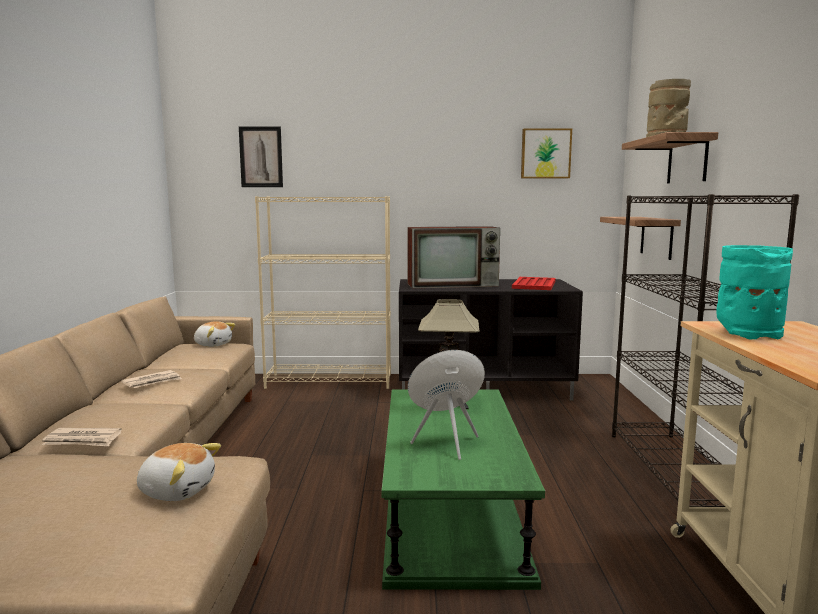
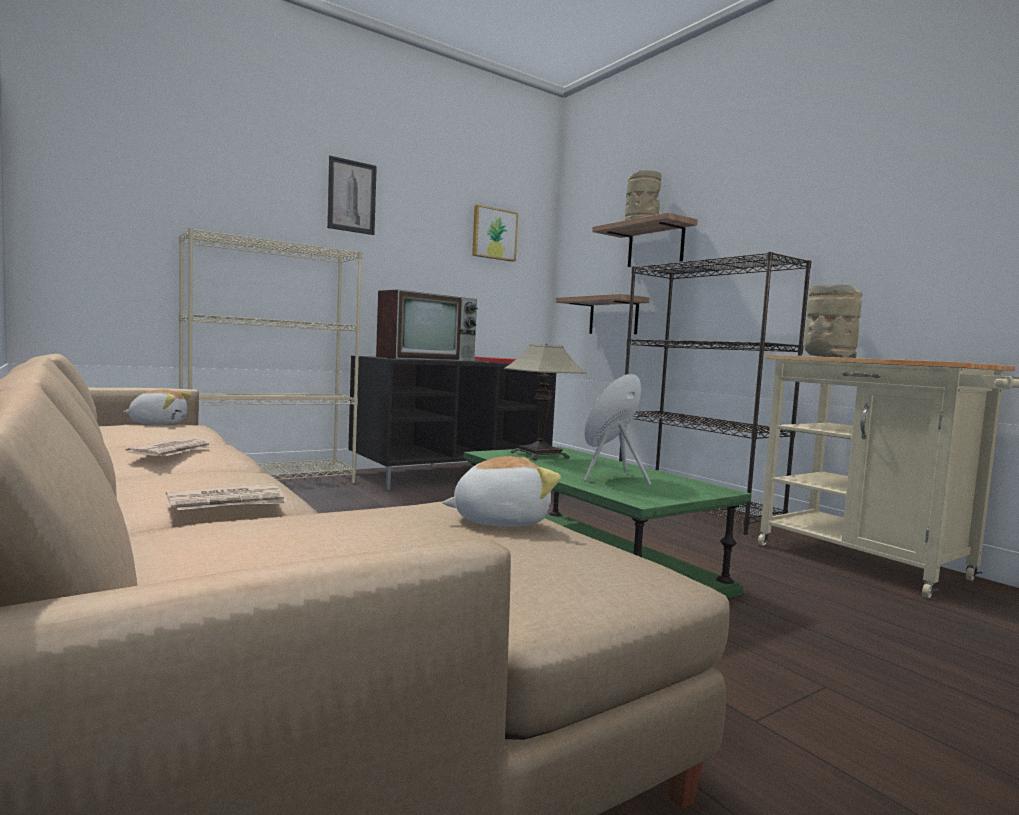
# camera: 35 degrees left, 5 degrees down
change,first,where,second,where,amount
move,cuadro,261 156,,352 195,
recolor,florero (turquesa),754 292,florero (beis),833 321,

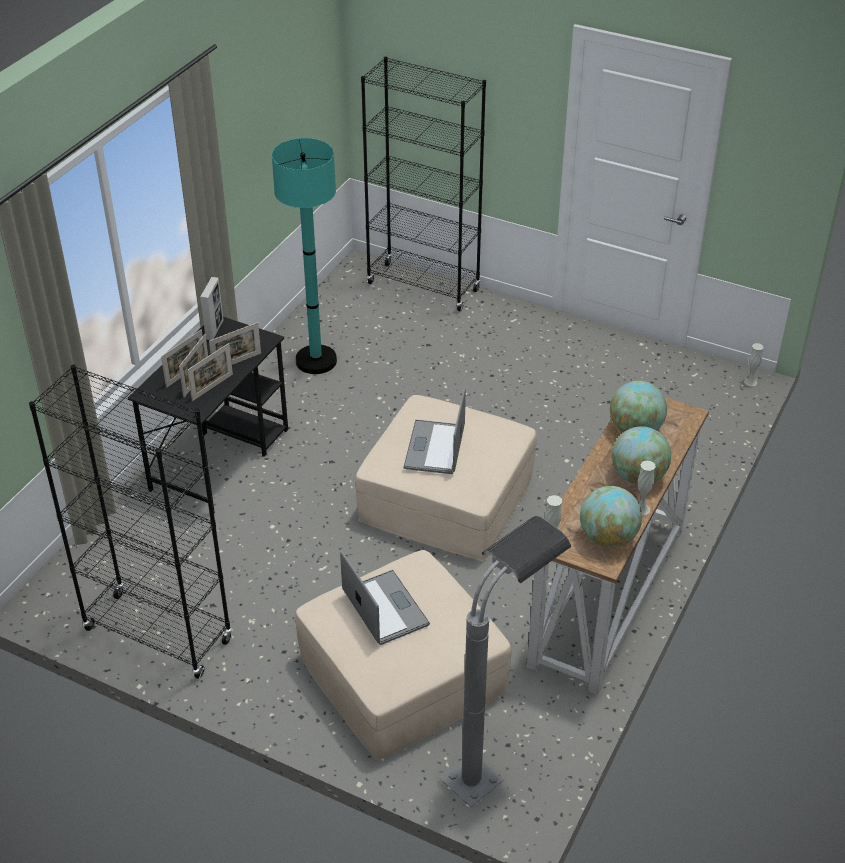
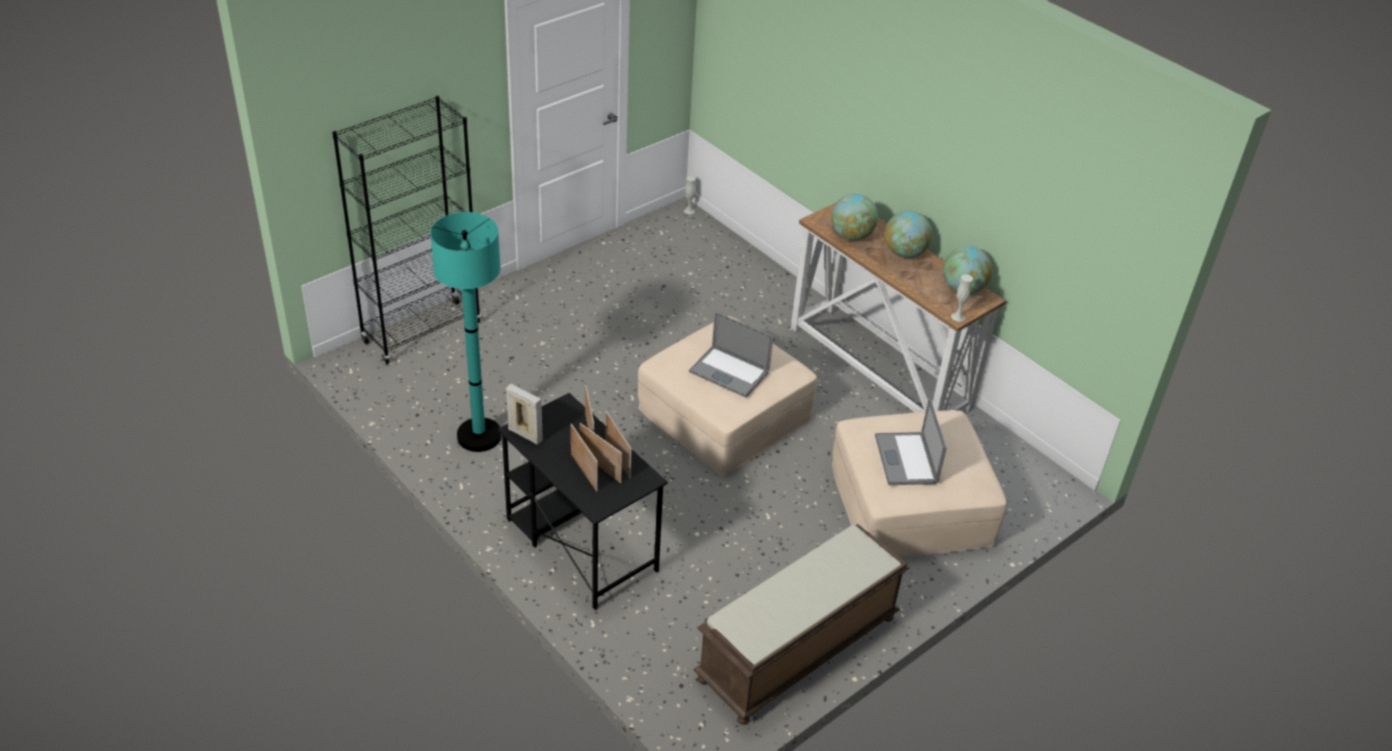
# camera: 70 degrees left, 0 degrees up
change,first,where,second,where,amount
replace,estantería (negro),130 522,banco (marrón),802 624,
delete,florero (blanco),647 488,,,
delete,lámpara de pie (gris),505 661,,,
rotate,portátil,385 598,,910 441,90 degrees counterclockwise

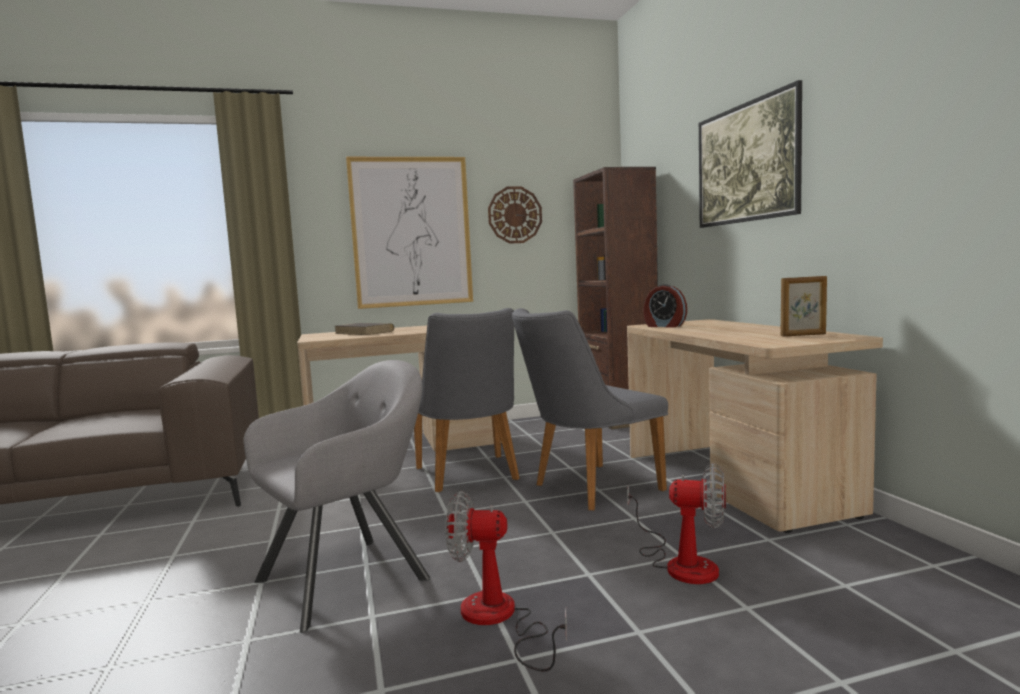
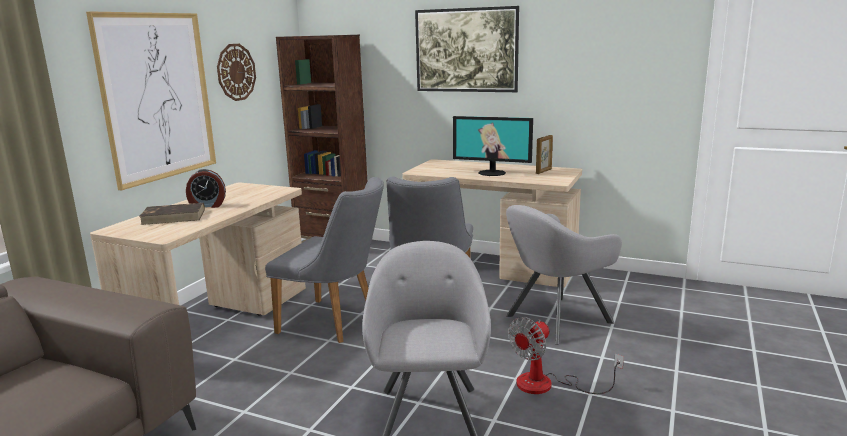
# camera: 50 degrees left, 10 degrees up
change,first,where,second,where,amount
move,despertador,665 306,,206 188,
replace,ventilador,676 523,sillón (gris),564 275,
insert,,,monitor,493 146,

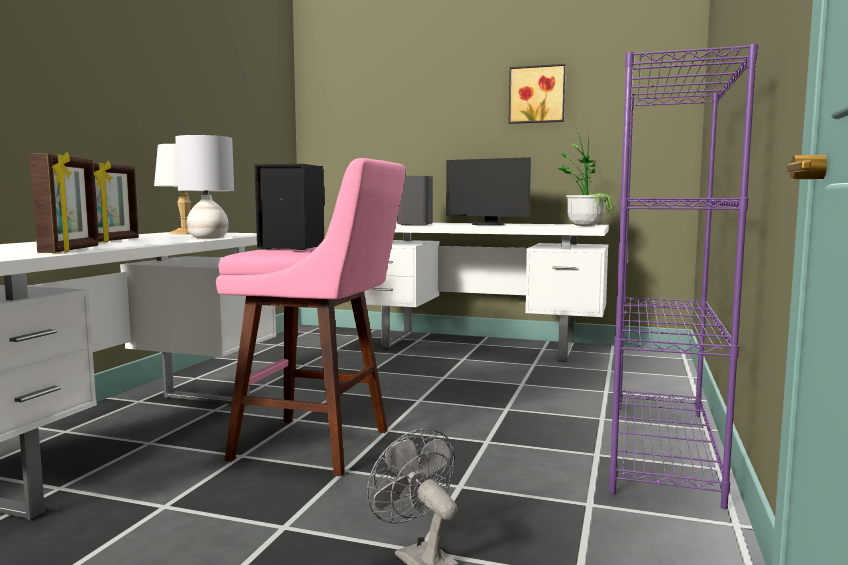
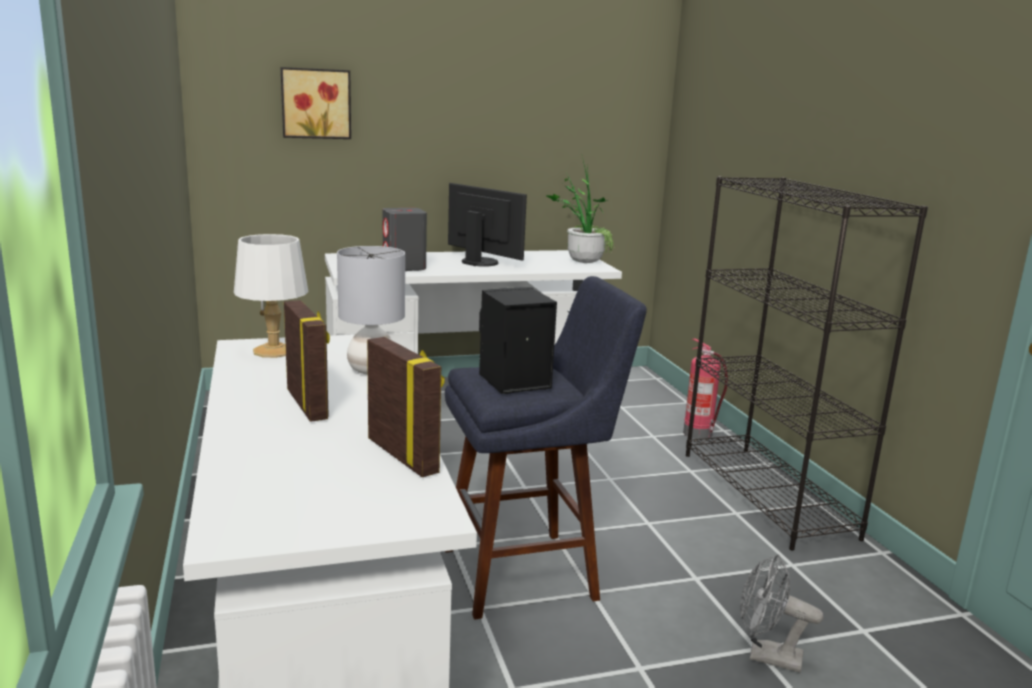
# camera: 35 degrees left, 10 degrees up
change,first,where,second,where,amount
recolor,estantería (morado),683 276,estantería (negro),807 363,
move,cuadro,537 94,,315 103,
rotate,monitor,488 191,,487 225,135 degrees counterclockwise
recolor,taburete (rosa),311 317,taburete (azul),546 448,
insert,,,extintor,705 388,

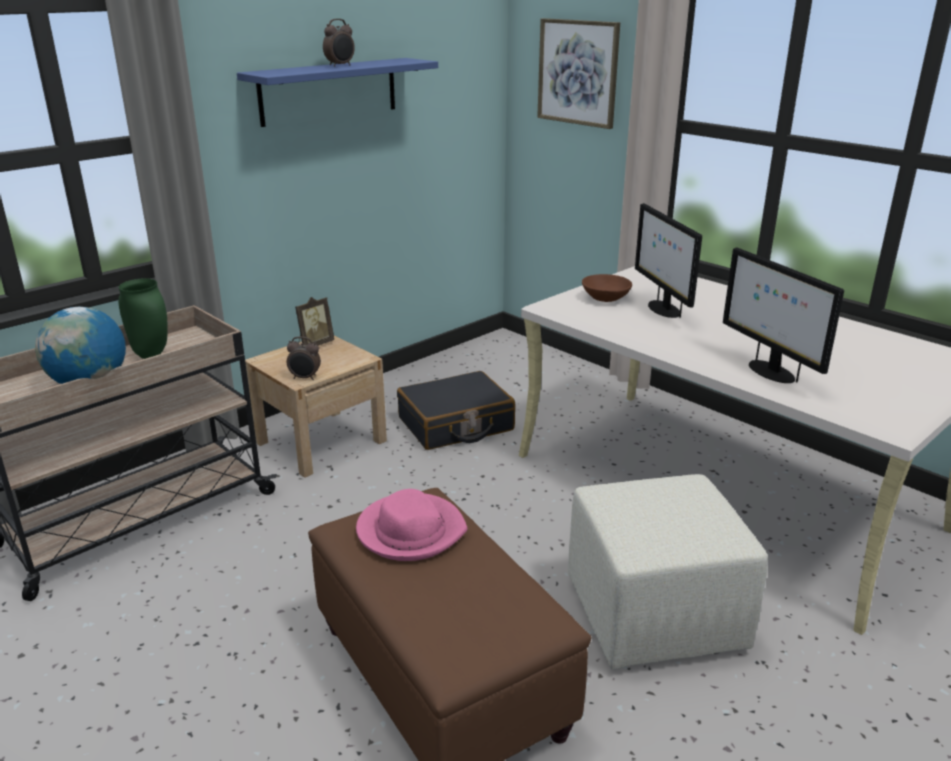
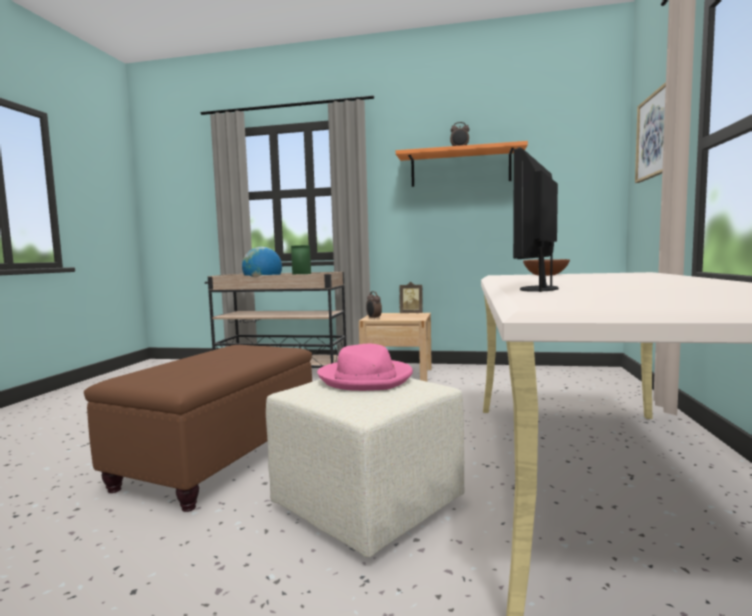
# camera: 55 degrees right, 20 degrees down
change,first,where,second,where,amount
recolor,estante (azul),337 92,estante (naranja),462 164,
delete,monitor,668 260,,,
delete,maleta (negro),456 410,,,
move,sombrero (rosa),411 525,,365 367,

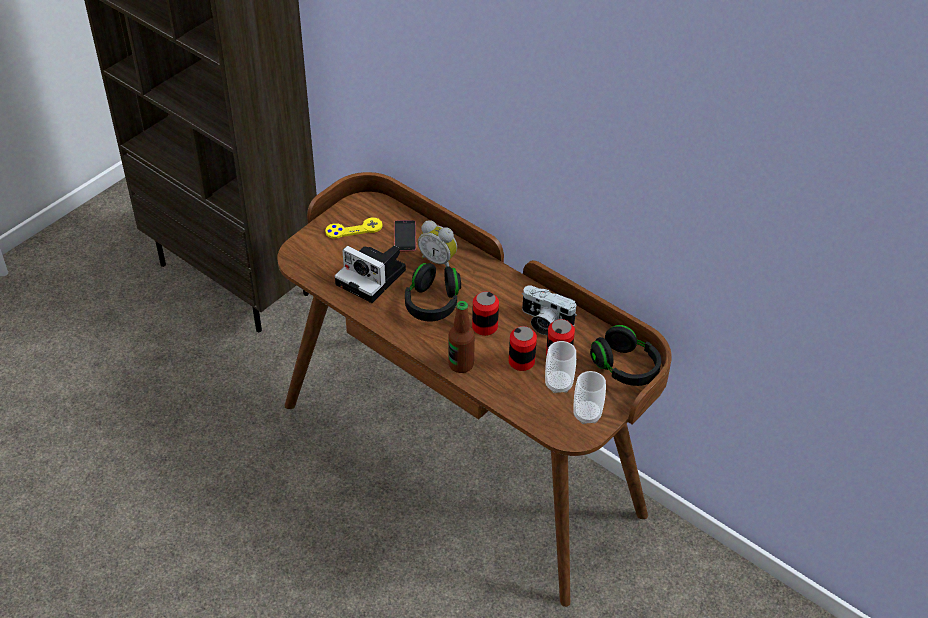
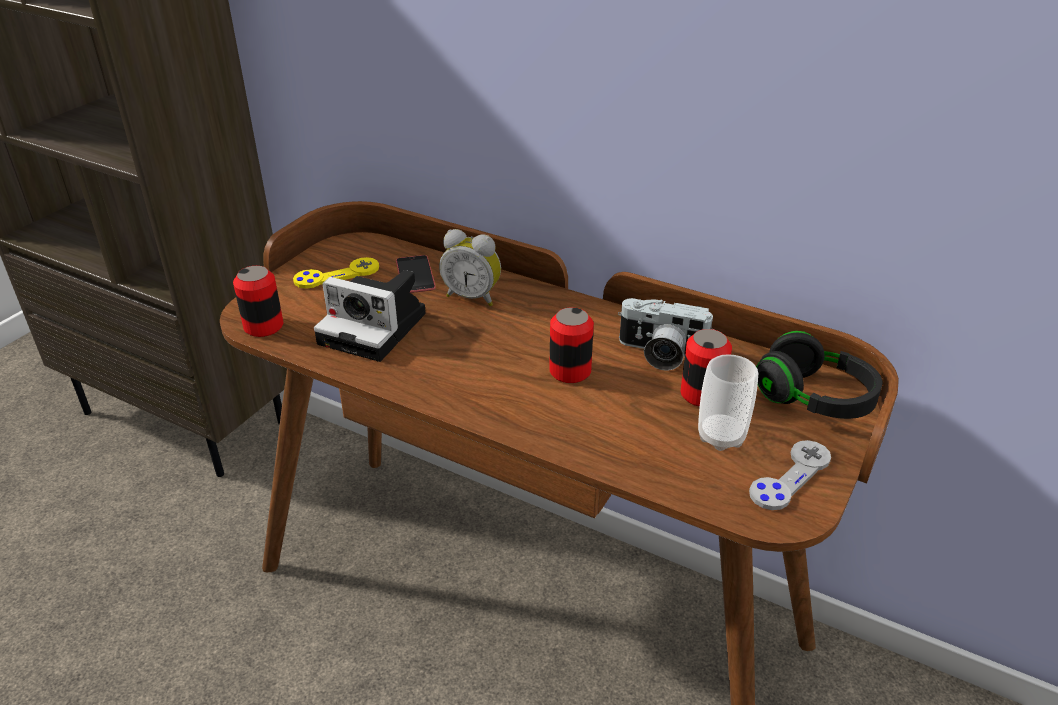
# camera: 10 degrees left, 10 degrees down
change,first,where,second,where,amount
delete,auriculares (negro),433 292,,,
delete,botella,461 337,,,
move,lata,523 348,,258 301,
replace,taza,590 397,mando de consola (gris),790 475,

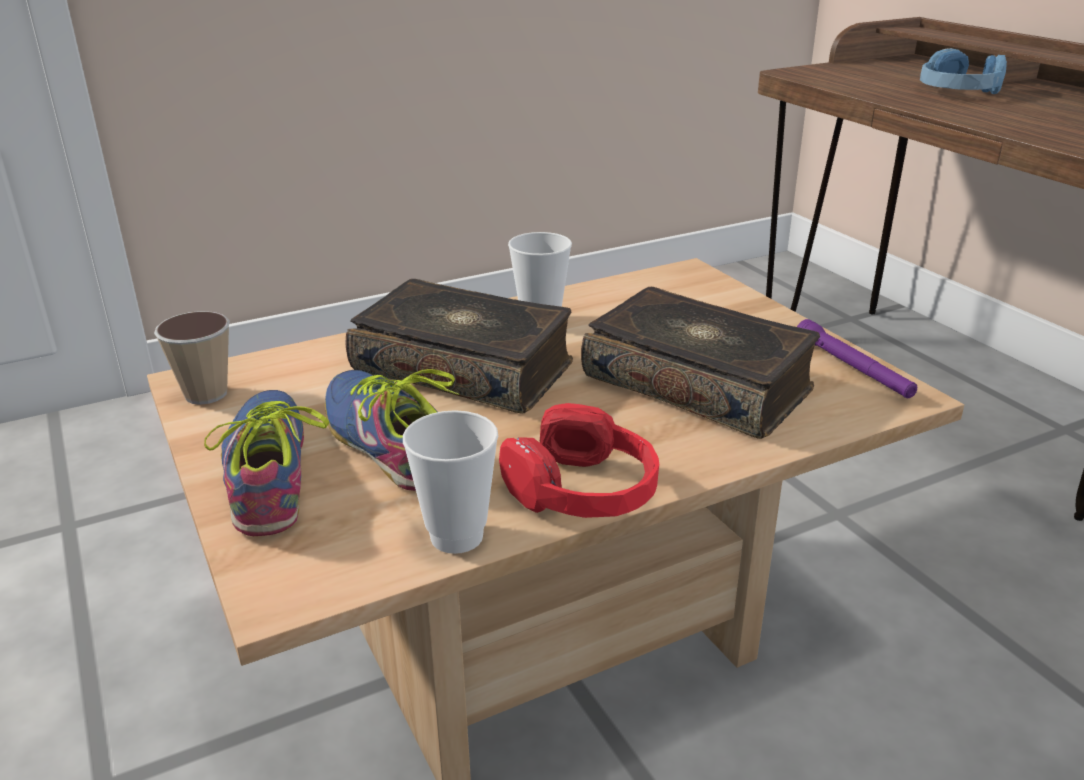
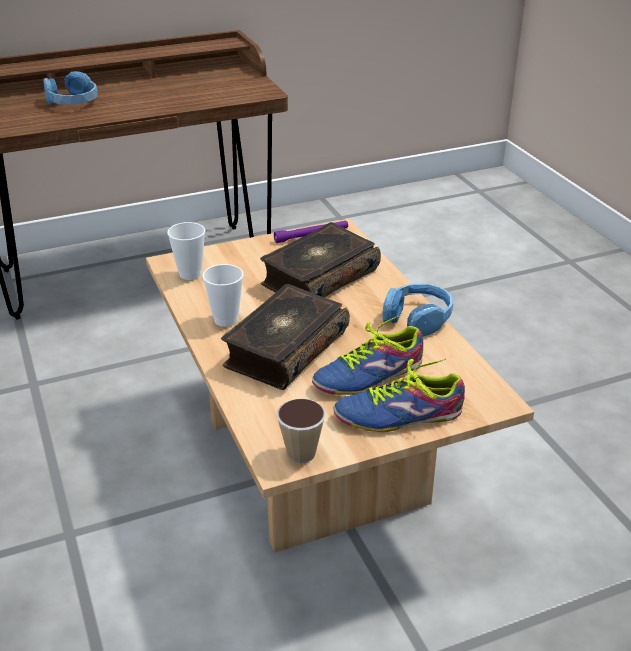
# camera: 85 degrees left, 5 degrees up
change,first,where,second,where,amount
recolor,auriculares (rojo),579 460,auriculares (azul),417 309,
move,taza,450 482,,186 251,

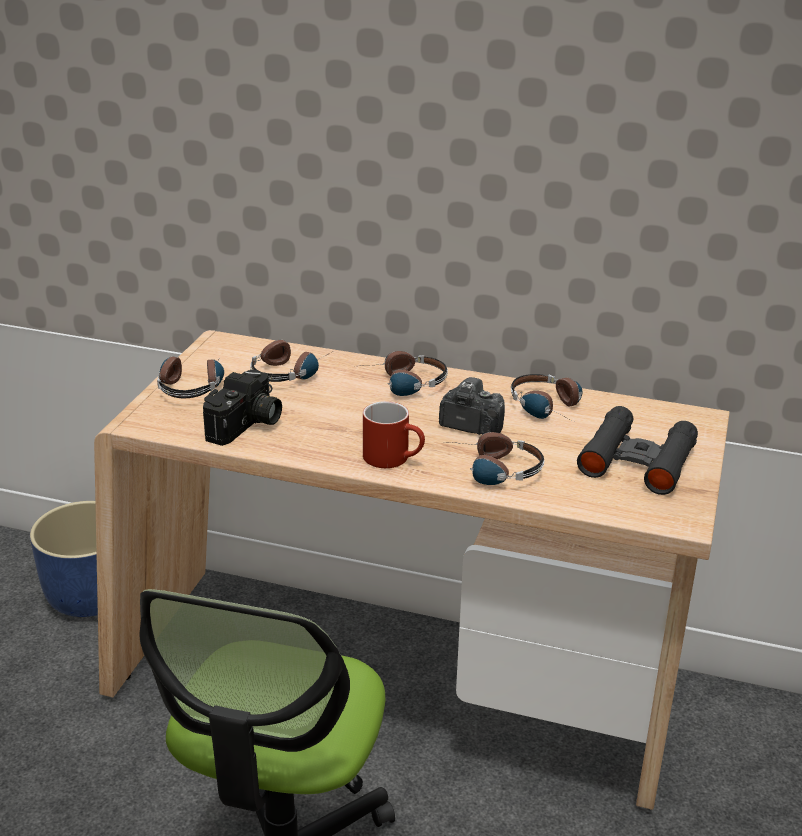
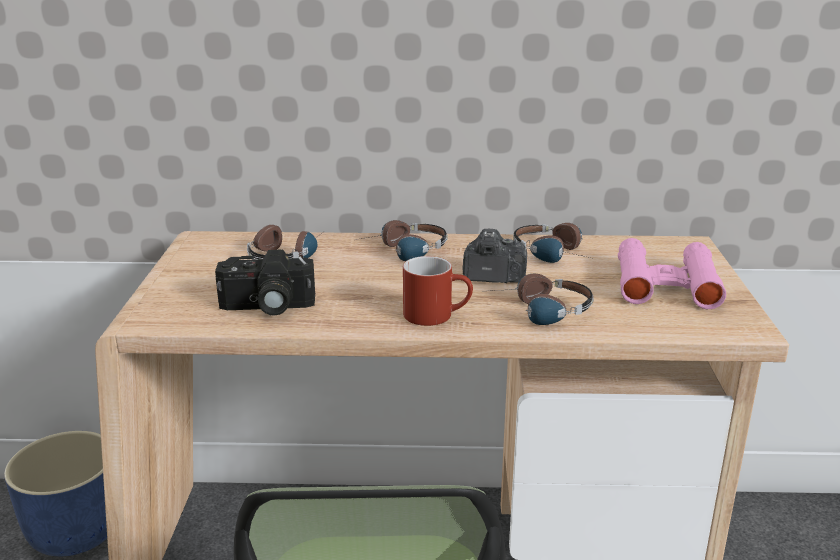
# camera: 15 degrees left, 5 degrees down
change,first,where,second,where,amount
delete,auriculares,190 375,,,
rotate,cámara,242 408,,265 283,75 degrees clockwise
recolor,prismáticos (negro),637 450,prismáticos (rosa),672 273,

